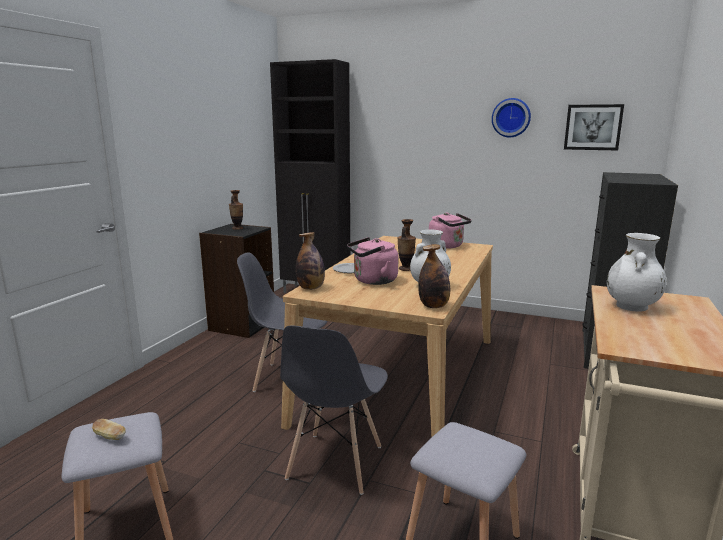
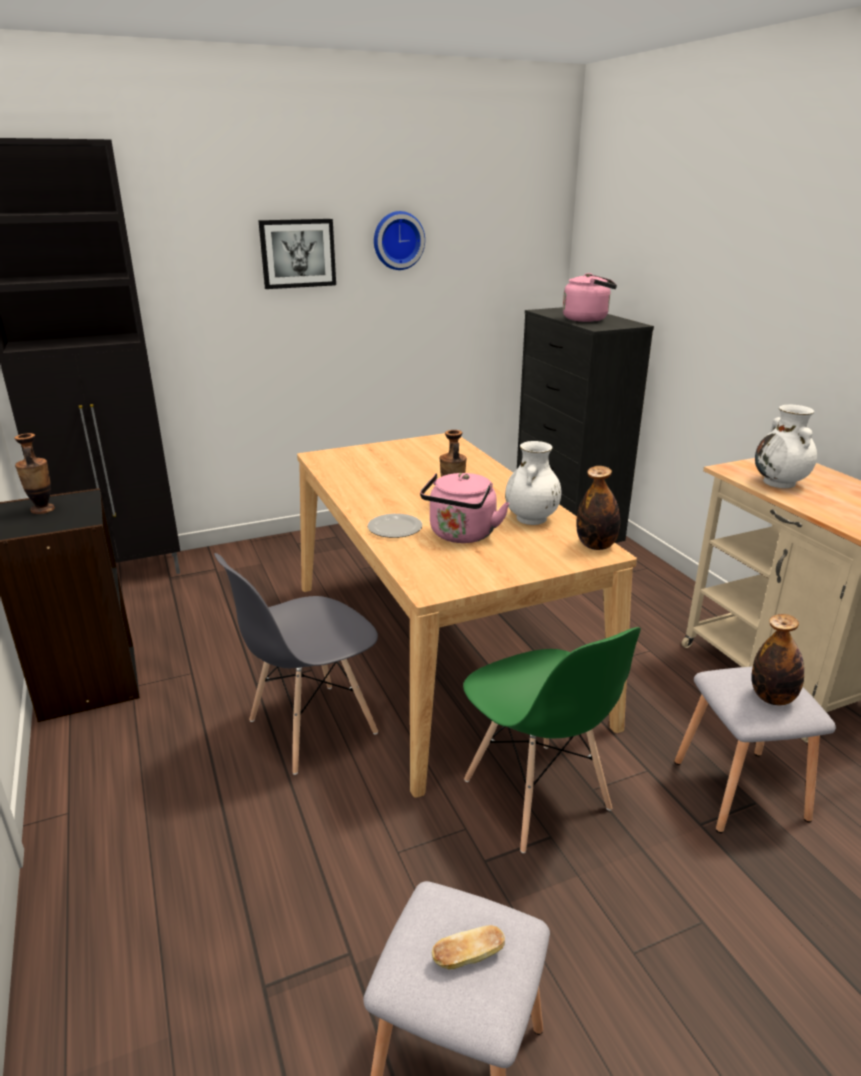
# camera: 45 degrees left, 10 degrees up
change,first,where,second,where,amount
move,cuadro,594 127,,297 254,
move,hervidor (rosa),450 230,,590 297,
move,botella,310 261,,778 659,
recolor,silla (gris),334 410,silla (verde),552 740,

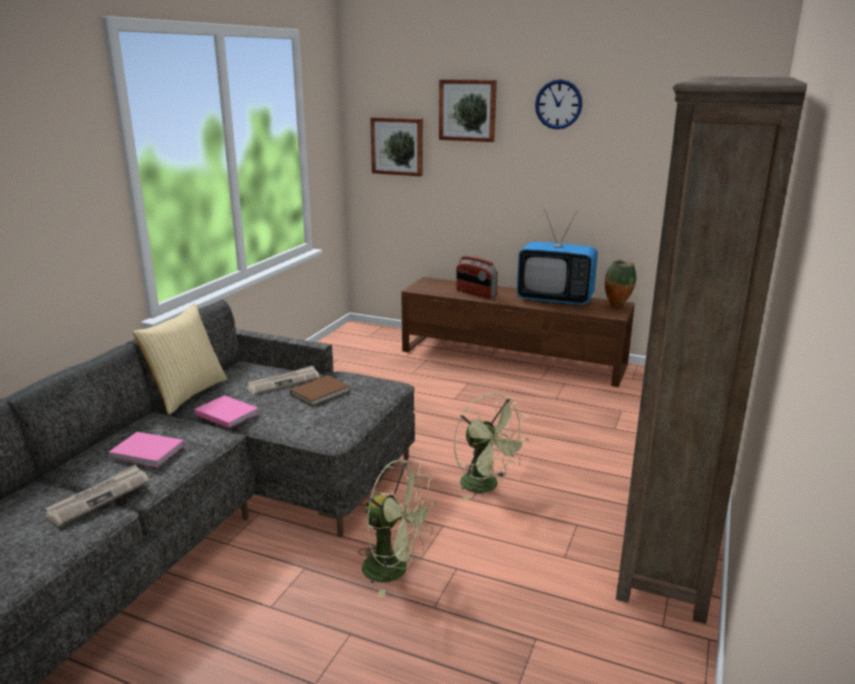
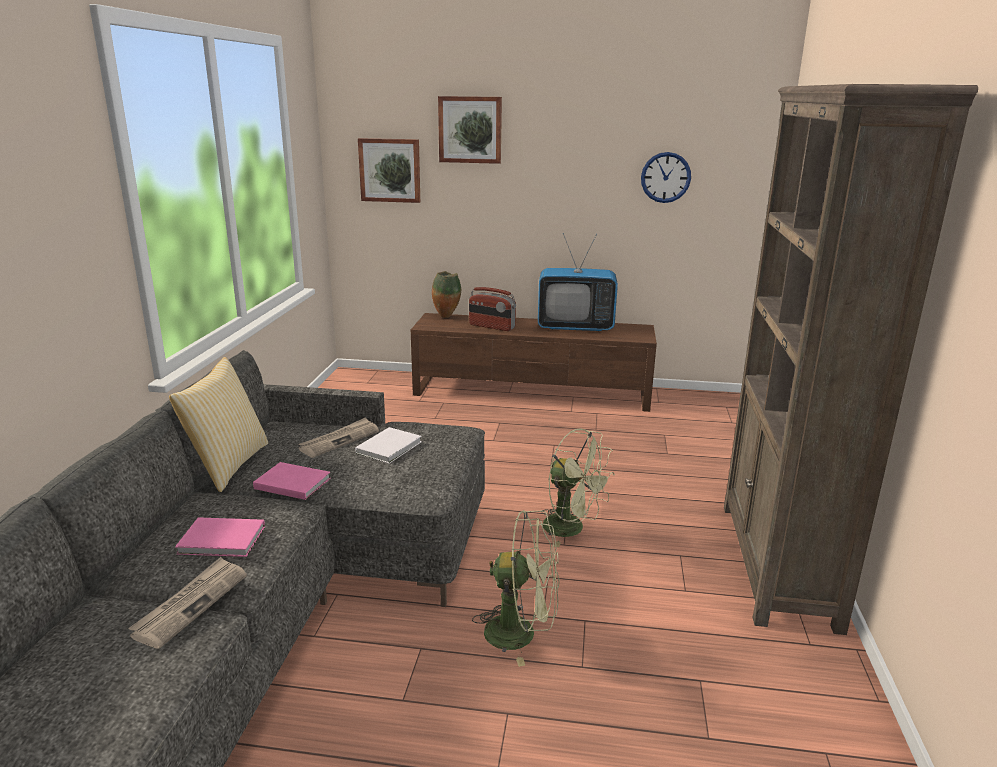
# camera: 15 degrees left, 0 degrees up
change,first,where,second,where,amount
move,reloj de pared,558 104,,666 177,
move,florero,620 283,,446 294,
recolor,libro (marrón),320 391,libro (blanco),388 445,

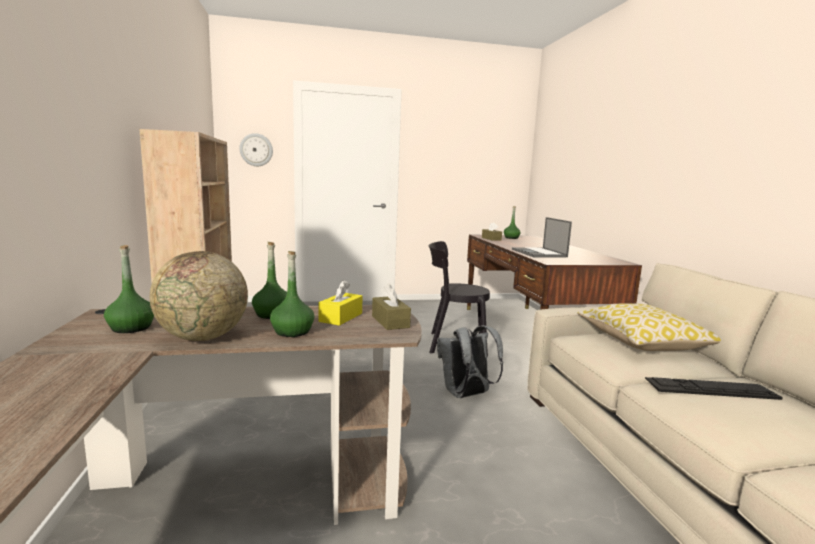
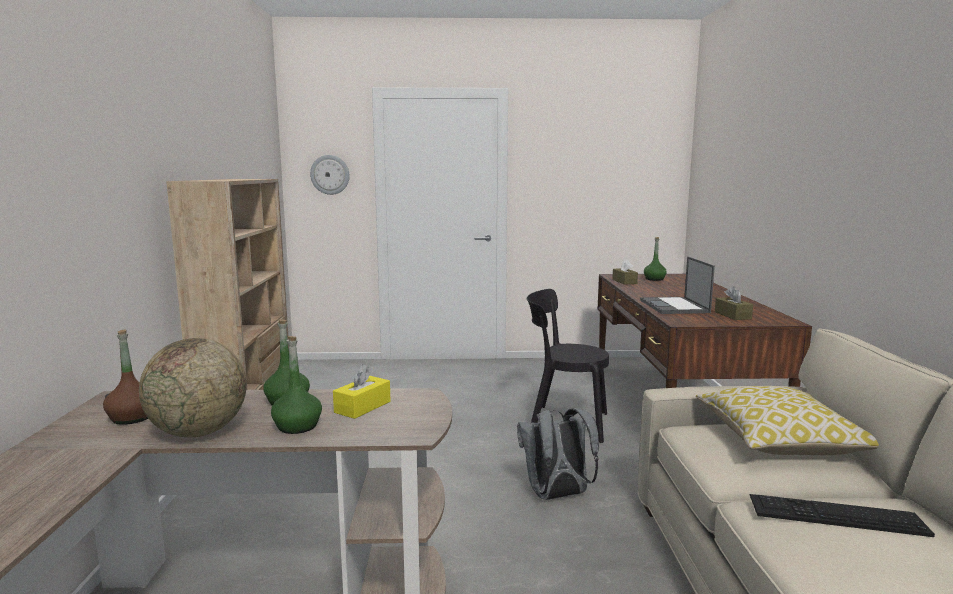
# camera: 10 degrees right, 0 degrees up
change,first,where,second,where,amount
recolor,botella (verde),129 289,botella (marrón),125 377,
move,caja de pañuelos (marrón),391 307,,734 303,

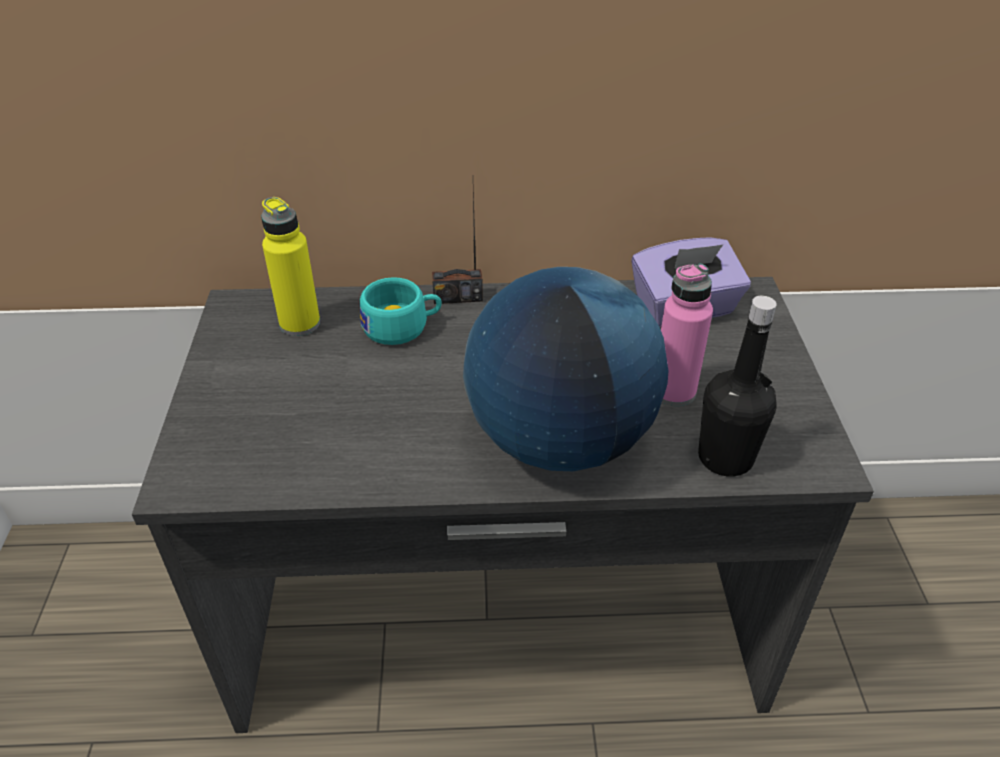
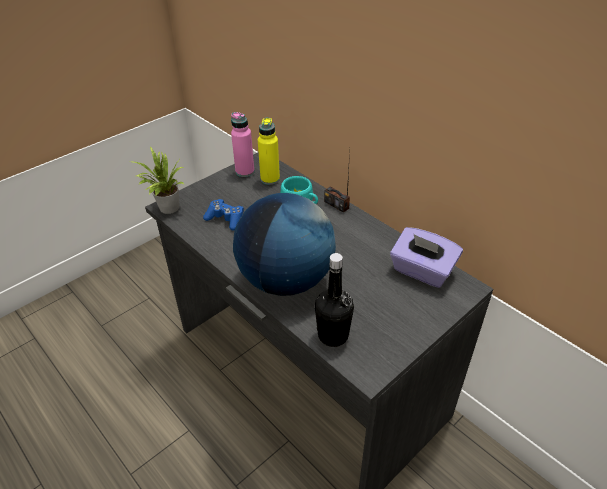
# camera: 50 degrees right, 0 degrees up
change,first,where,second,where,amount
move,botella (rosa),687 335,,242 144,
insert,,,planta en maceta,159 180,
insert,,,mando de consola (azul),223 215,

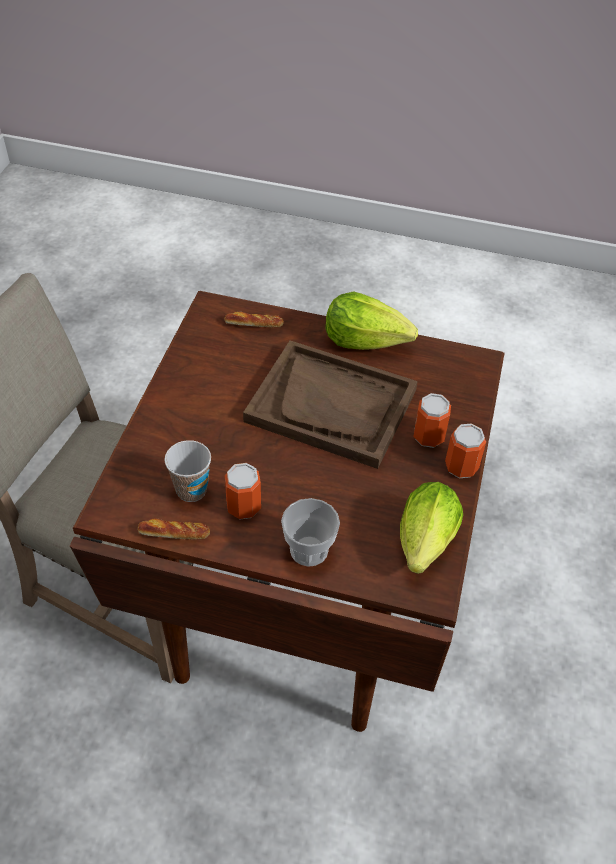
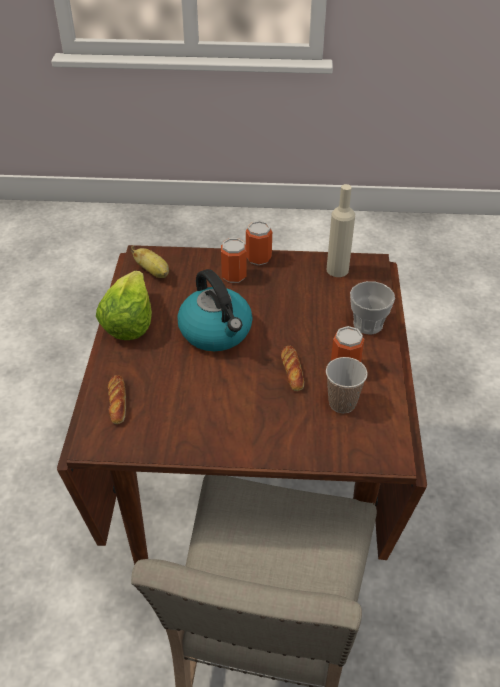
# camera: 100 degrees left, 5 degrees down
change,first,where,second,where,amount
replace,bandeja (marrón),330 405,hervidor,215 310,
replace,lechuga,431 528,botella (beis),341 230,
move,pan,174 528,,292 368,
insert,,,plátano,150 262,

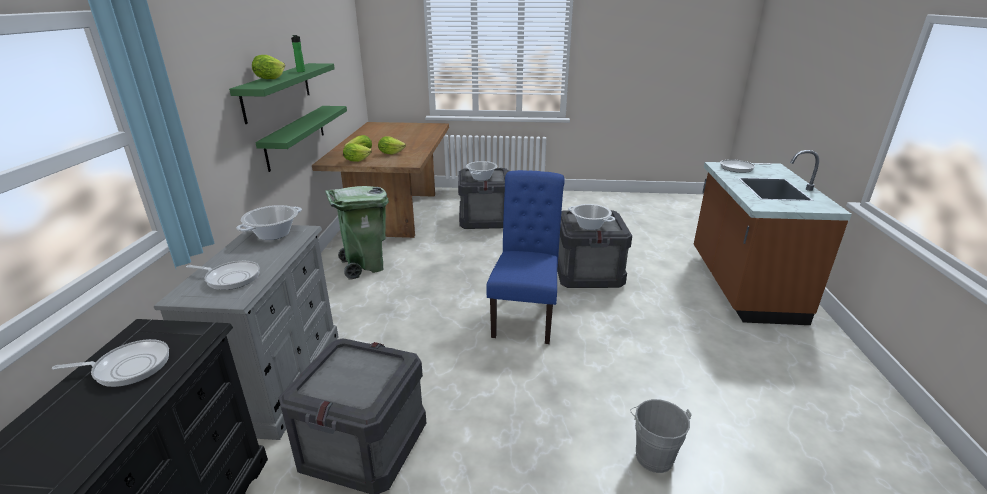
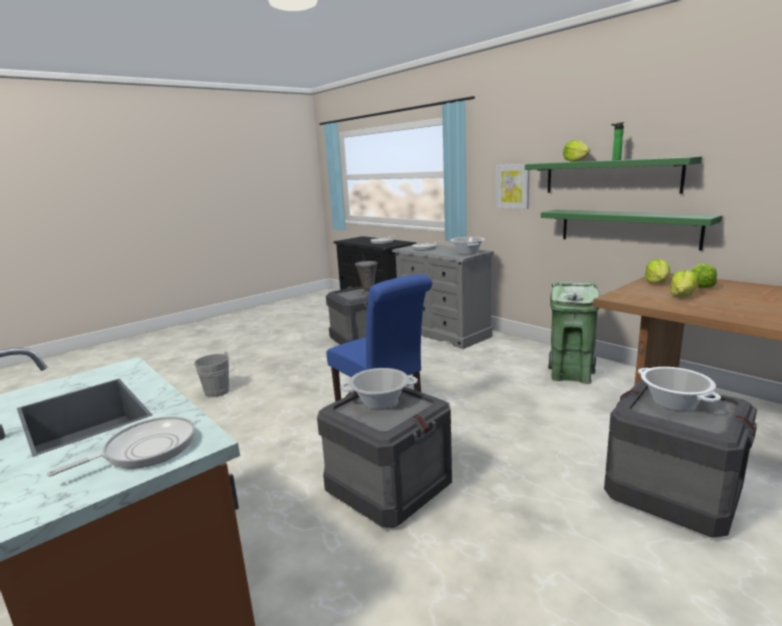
# camera: 135 degrees right, 10 degrees down
change,first,where,second,where,amount
insert,,,cuadro,513 186,
insert,,,florero (gris),366 278,

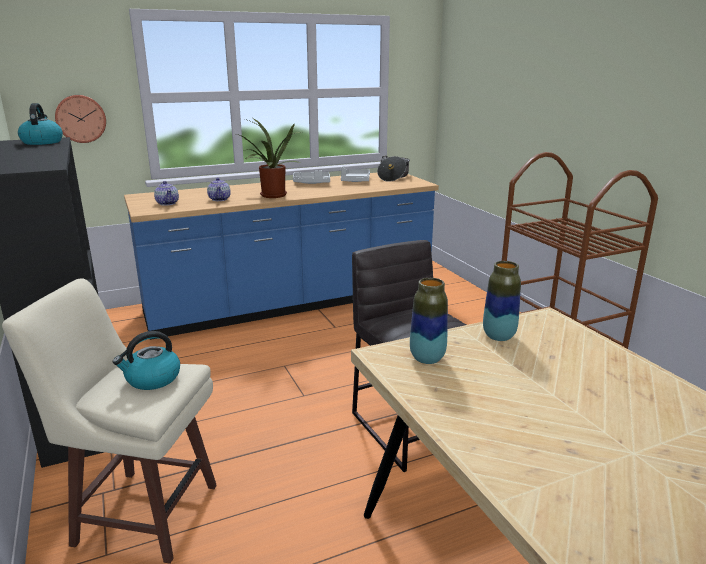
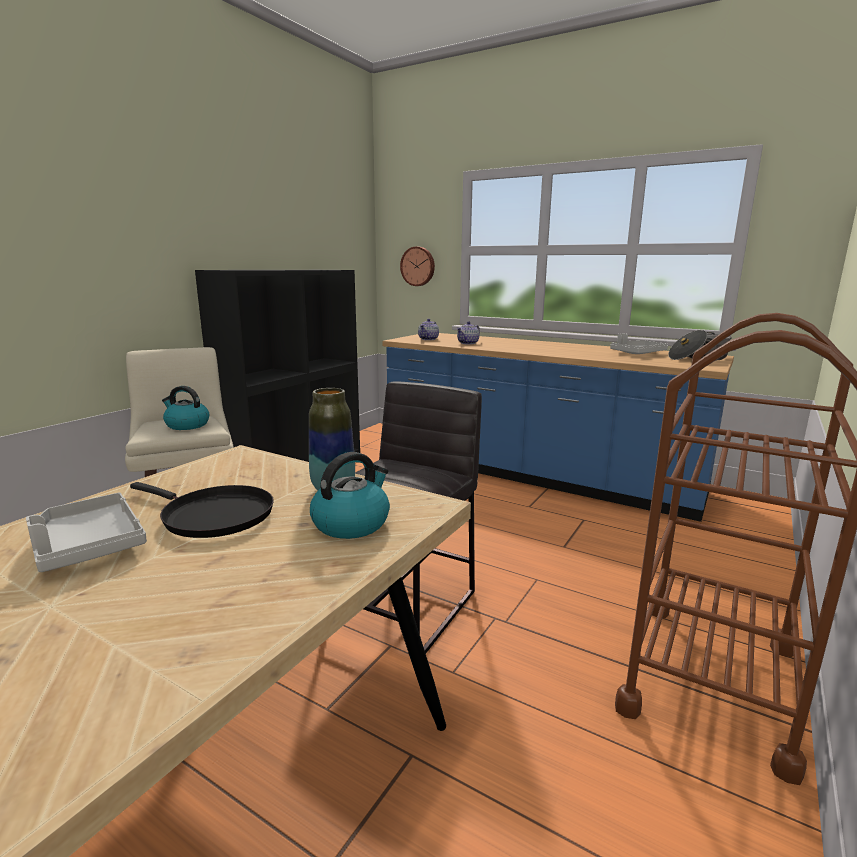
# camera: 55 degrees right, 5 degrees down
change,first,where,second,where,amount
move,hervidor,40 124,,350 495,
delete,planta en maceta,268 158,,,
move,bandeja (gris),311 177,,86 532,
delete,florero,429 321,,,
insert,,,sartén (negro),202 510,

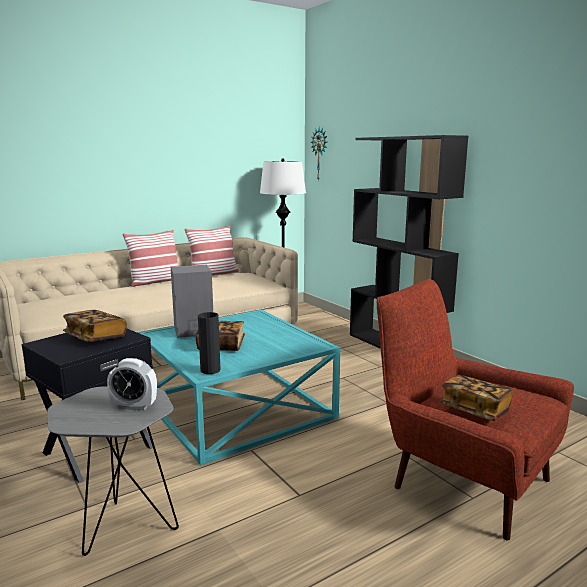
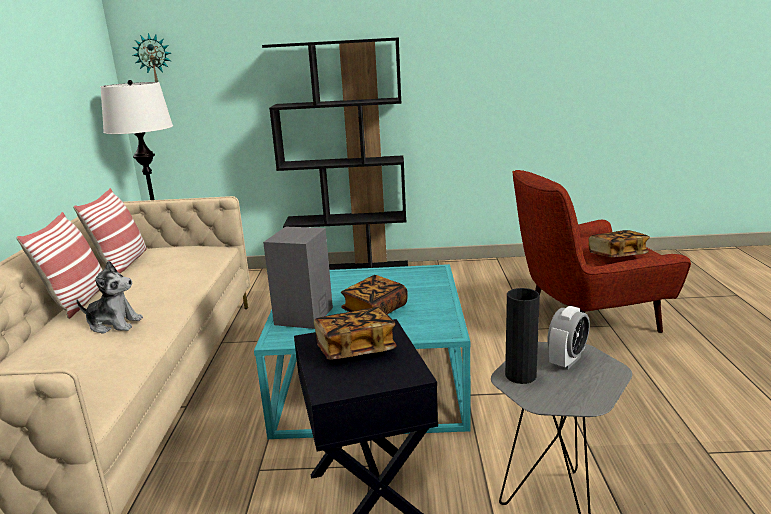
# camera: 55 degrees left, 5 degrees up
change,first,where,second,where,amount
move,florero (negro),209 343,,522 336,
insert,,,peluche,109 297,

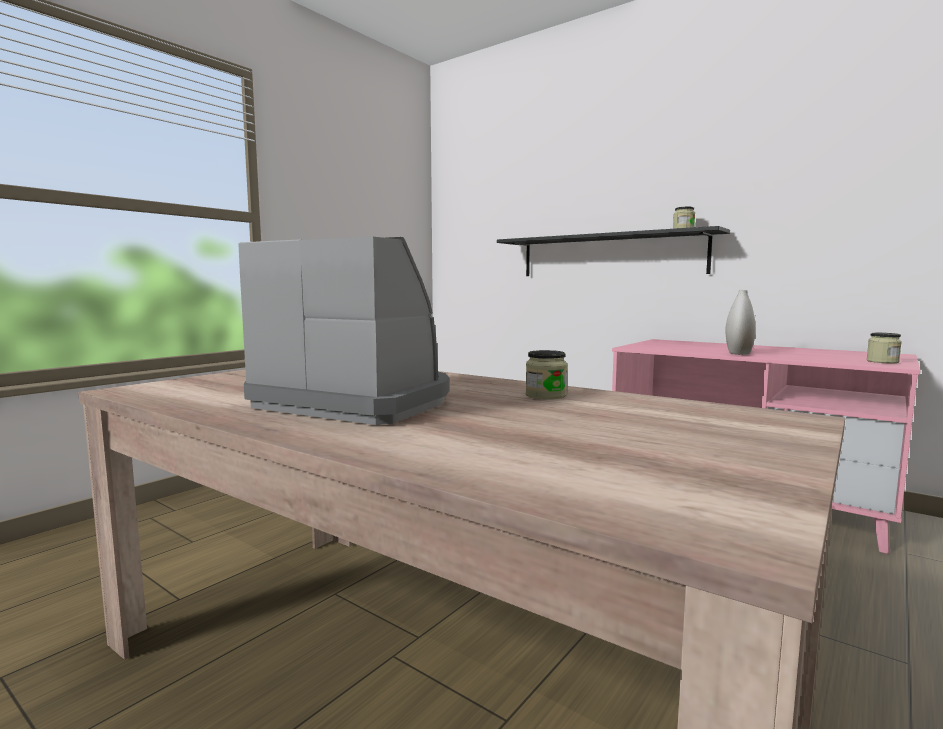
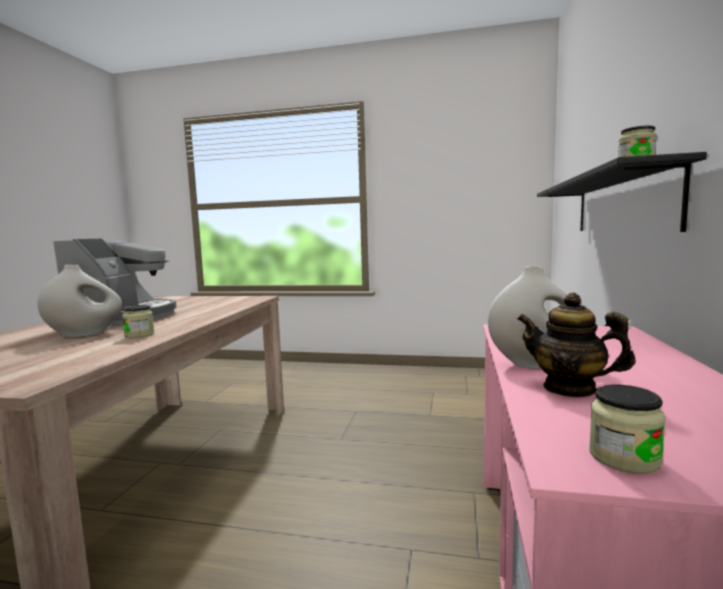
# camera: 65 degrees right, 0 degrees up
change,first,where,second,where,amount
insert,,,florero (blanco),80 301,
insert,,,tetera,576 345,

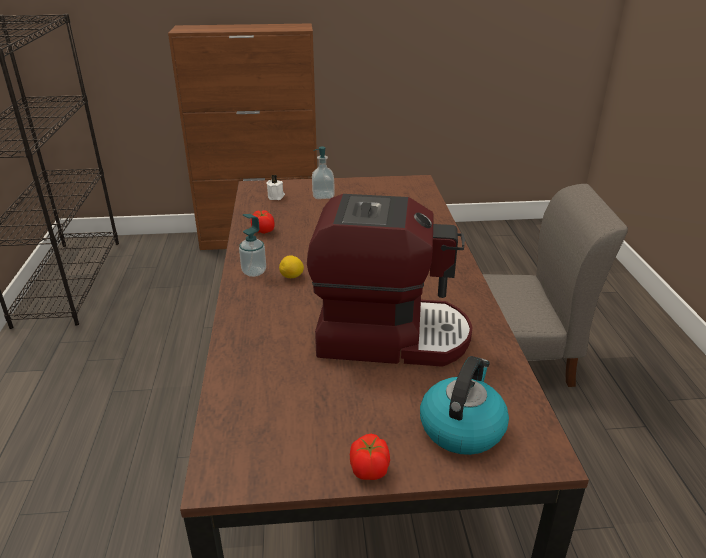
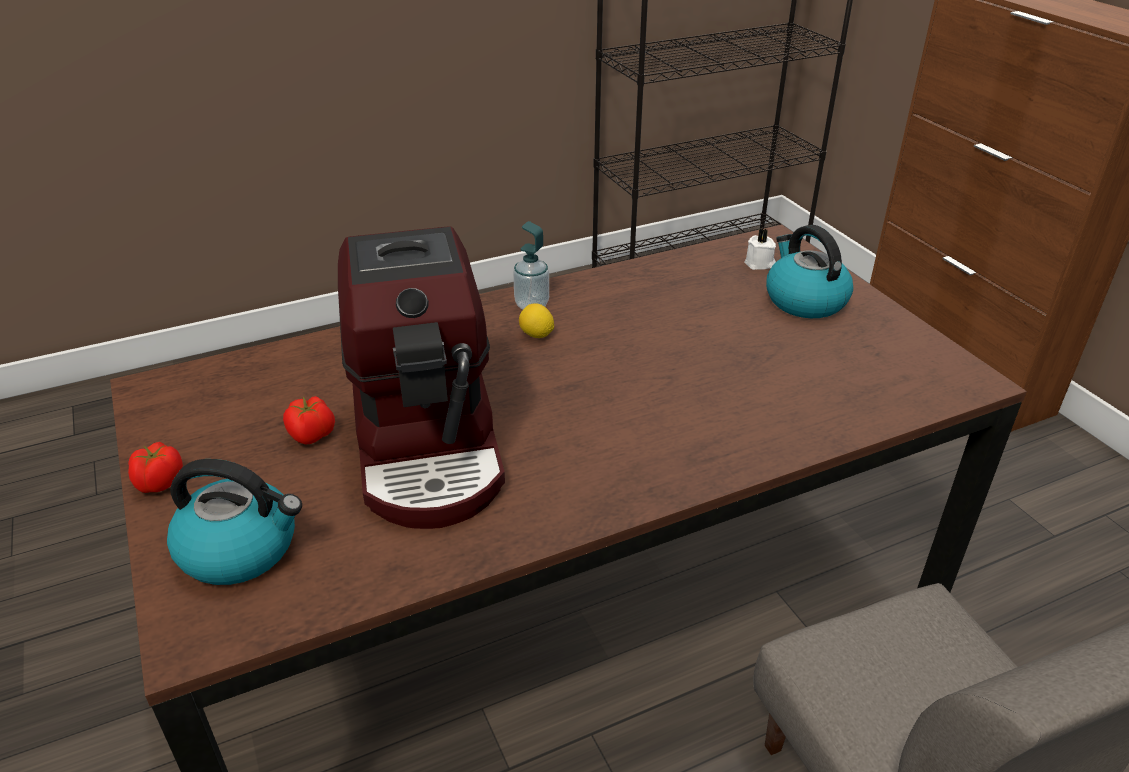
# camera: 70 degrees right, 5 degrees up
change,first,where,second,where,amount
replace,dispensador de jabón,323 173,hervidor,809 271,
move,tomate,263 222,,309 420,

